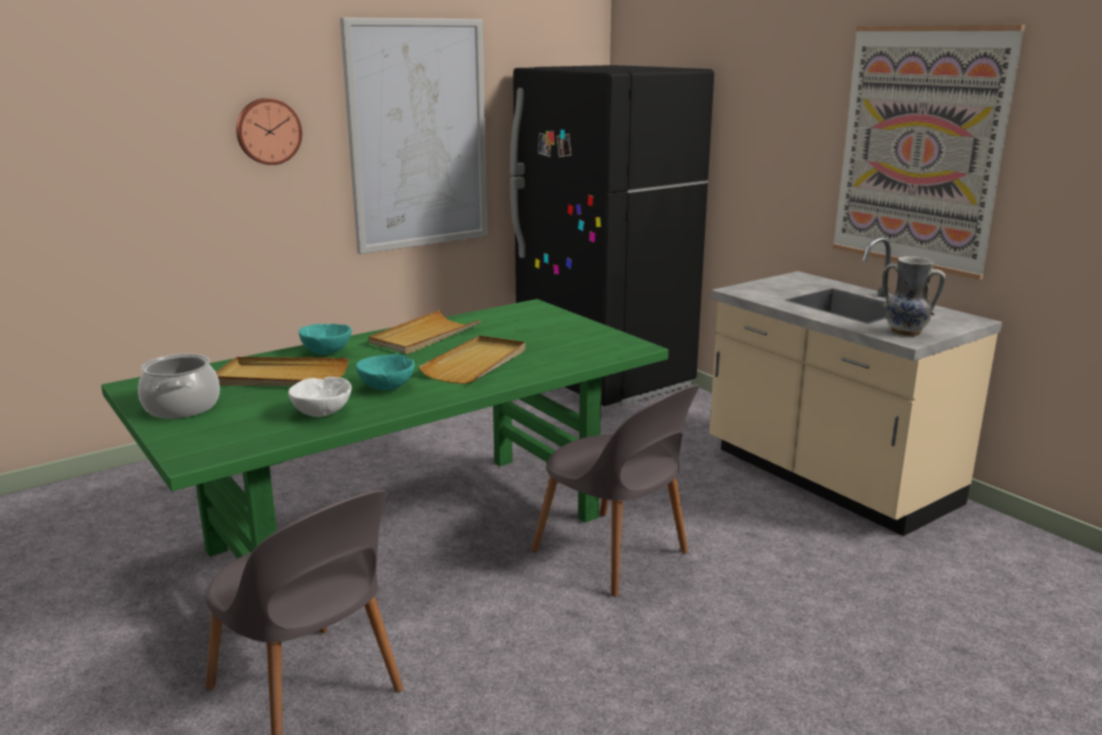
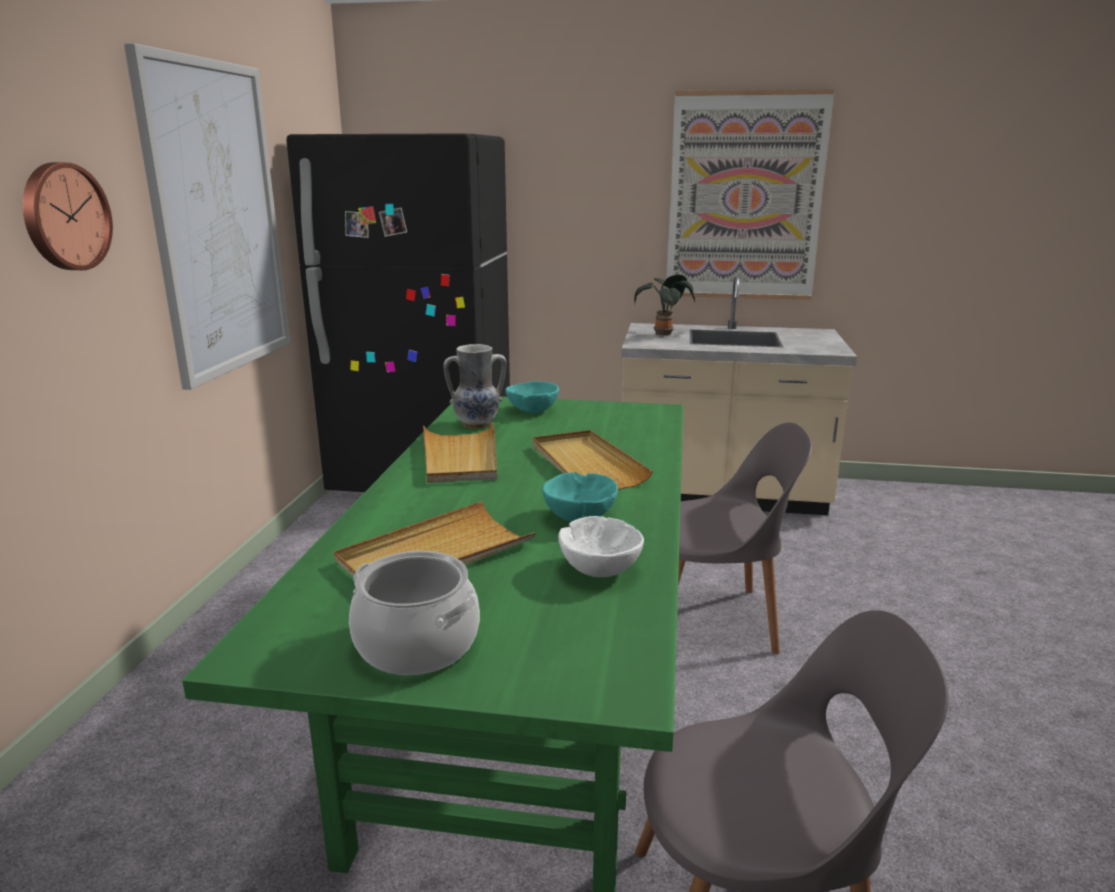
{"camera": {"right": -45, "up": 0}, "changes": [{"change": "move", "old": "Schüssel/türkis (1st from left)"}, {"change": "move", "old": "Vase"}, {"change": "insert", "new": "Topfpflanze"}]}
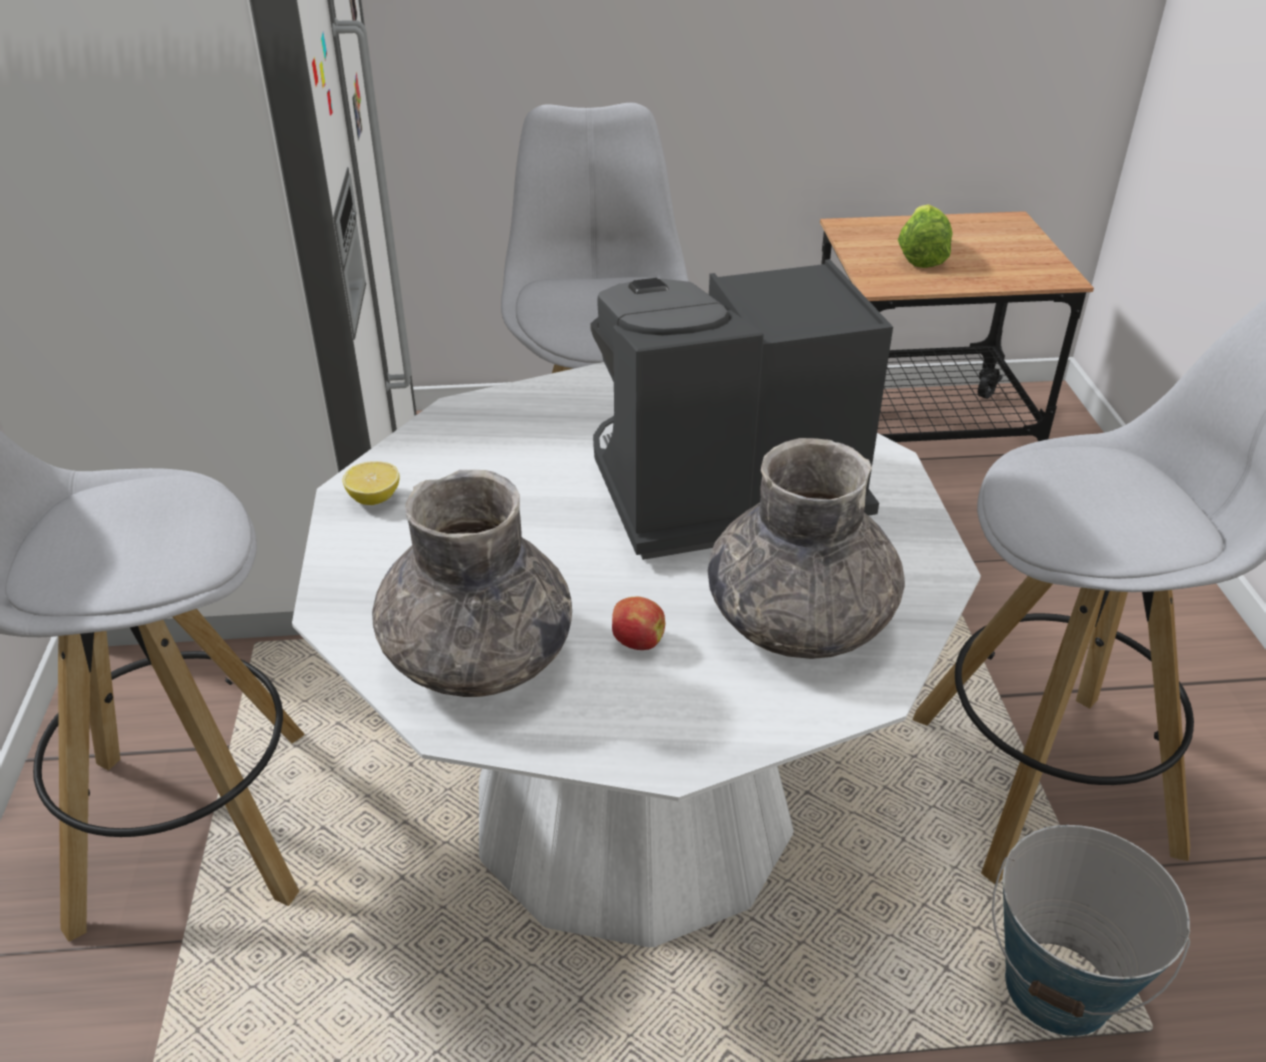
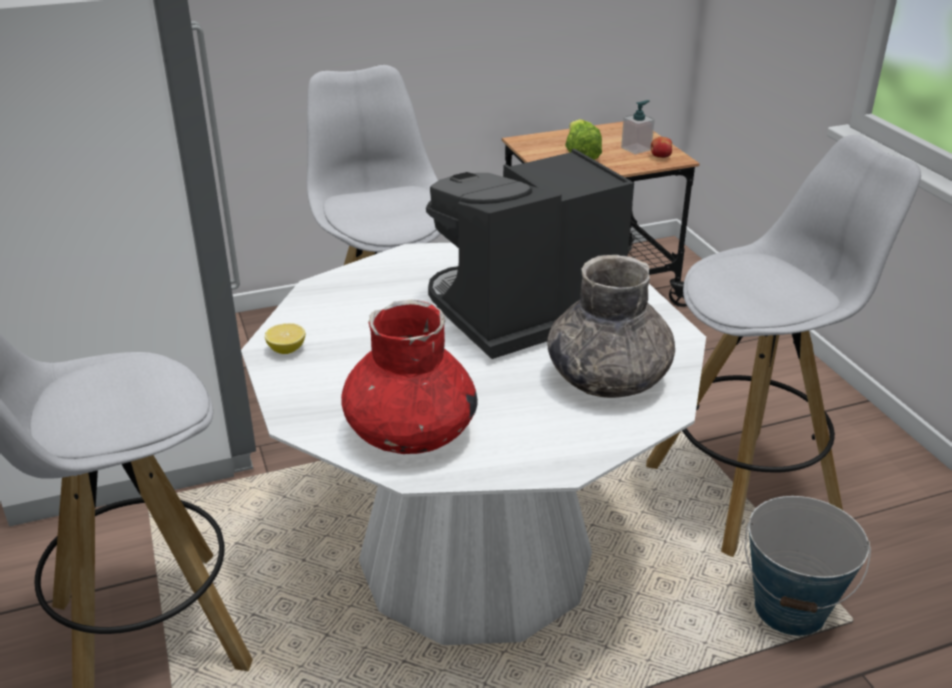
{"camera": {"right": -15, "up": -5}, "changes": [{"change": "recolor", "old": "Vase/grau (1st from left)", "new": "Vase/rot"}, {"change": "move", "old": "Apfel"}, {"change": "insert", "new": "Seifenspender"}]}
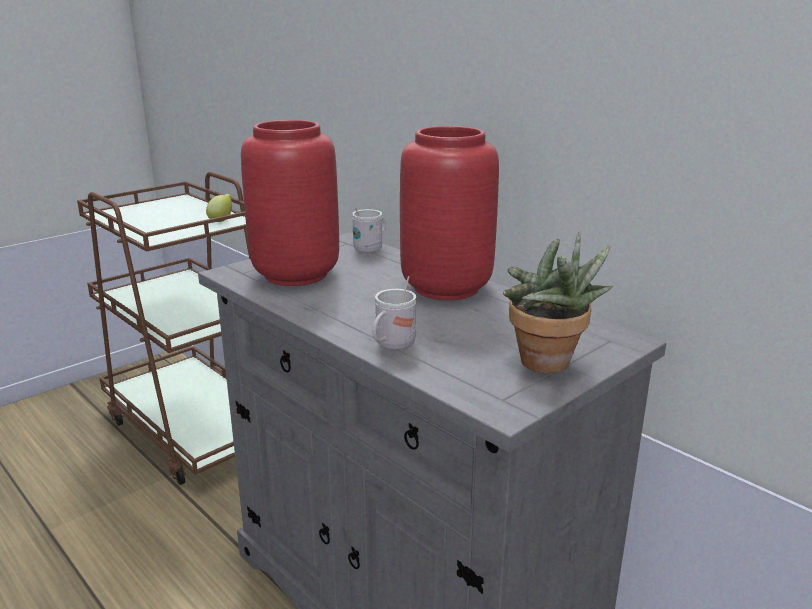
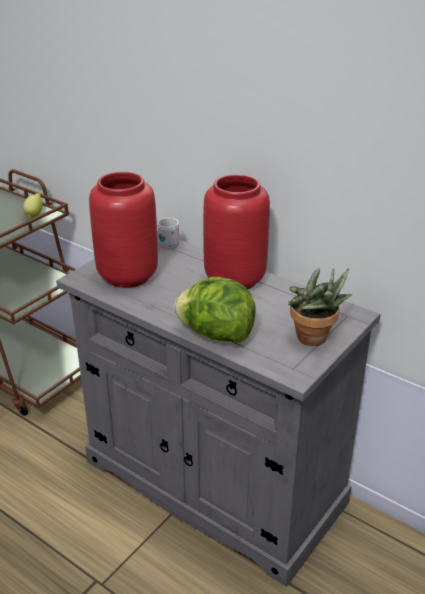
{"camera": {"right": -10, "up": 10}, "changes": [{"change": "replace", "old": "Henkelbecher/weiß (2nd from left)", "new": "Salatkopf"}]}
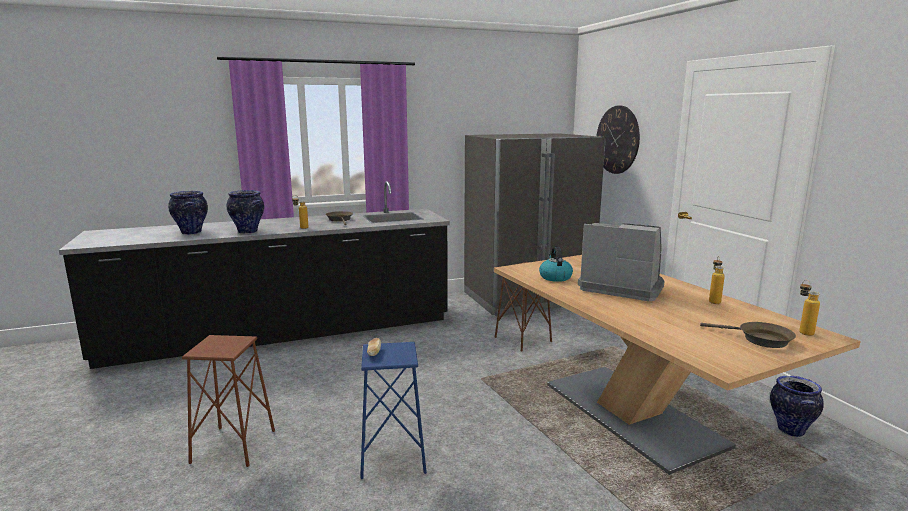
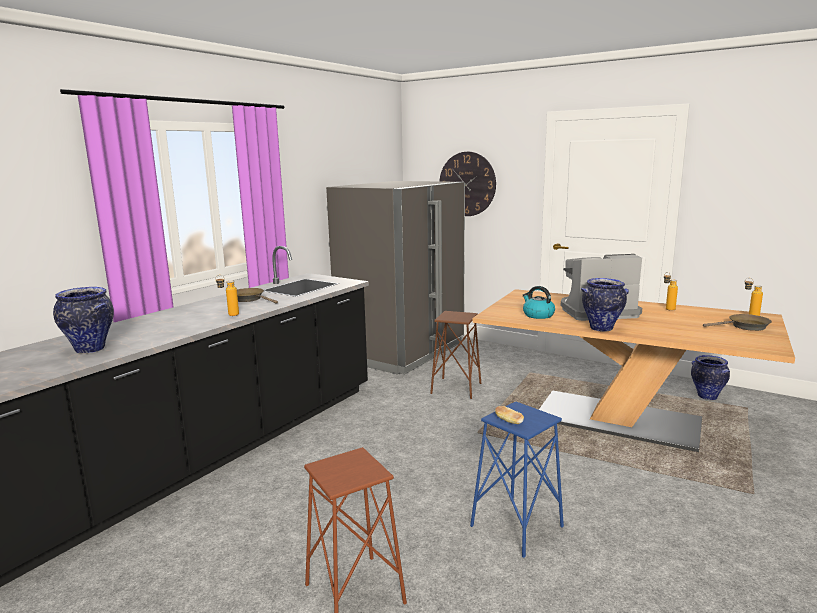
{"camera": {"right": -35, "up": 0}, "changes": [{"change": "move", "old": "Vase (2nd from left)"}]}
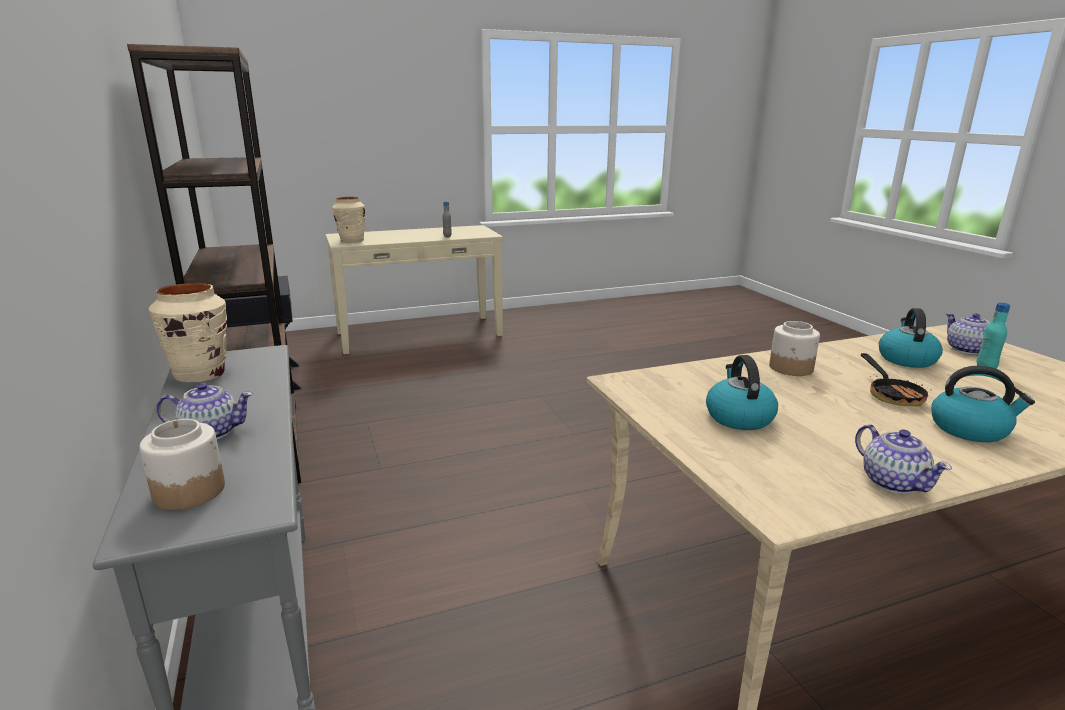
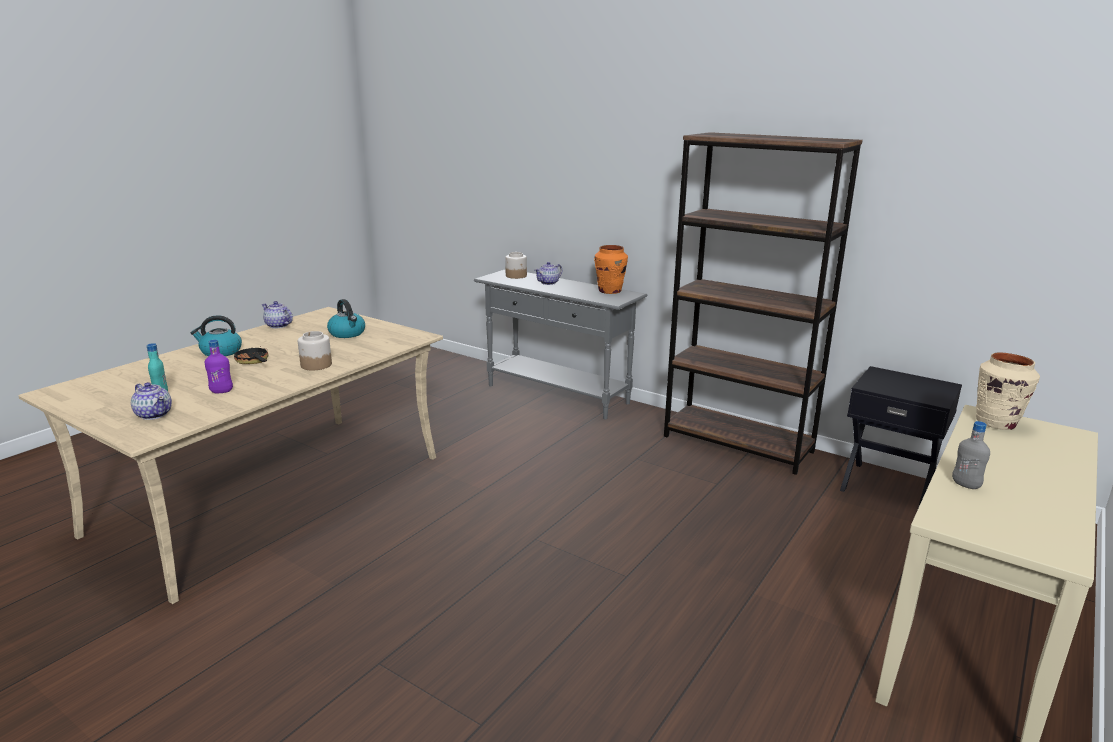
{"camera": {"right": 145, "up": 0}, "changes": [{"change": "recolor", "old": "Vase/beige (1st from left)", "new": "Vase/orange"}, {"change": "replace", "old": "Wasserkessel (2nd from left)", "new": "Flasche/lila"}]}
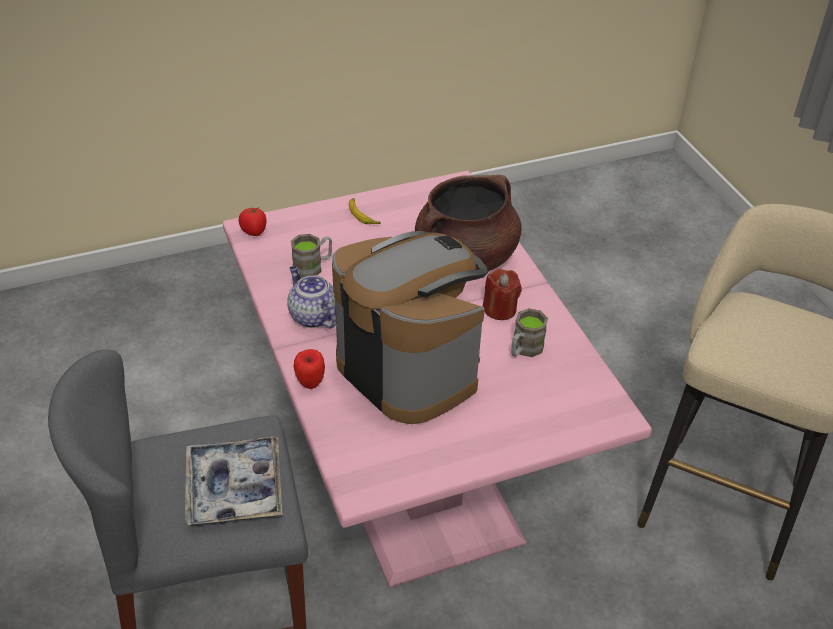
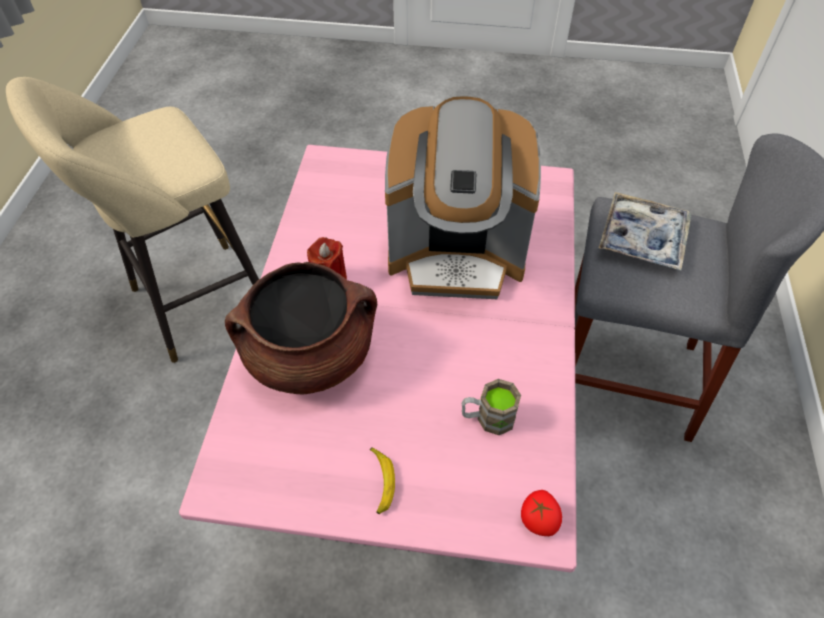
{"camera": {"right": -150, "up": 10}, "changes": [{"change": "delete", "old": "Teekanne"}, {"change": "delete", "old": "Apfel"}, {"change": "rotate", "old": "Kaffeemaschine", "degrees": -75}, {"change": "delete", "old": "Henkelbecher/braun (2nd from left)"}]}
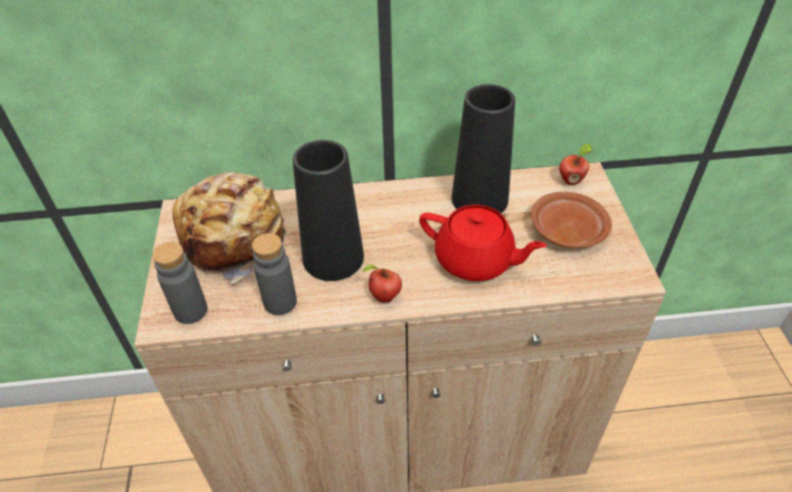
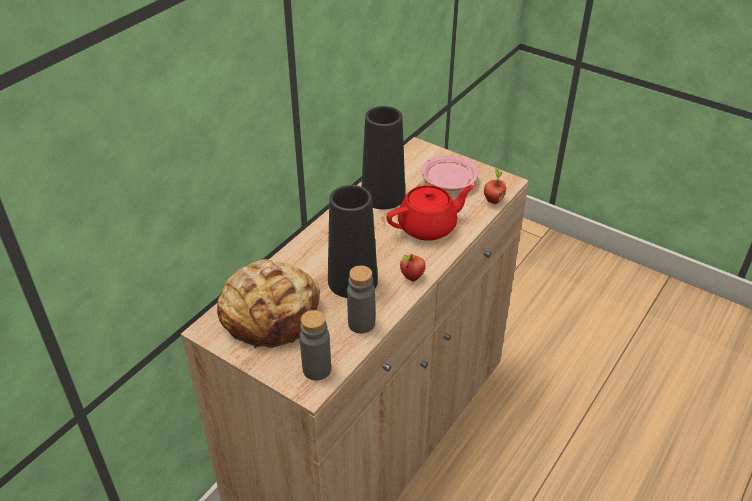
{"camera": {"right": -50, "up": -5}, "changes": [{"change": "recolor", "old": "Teller/braun", "new": "Teller/rosa"}, {"change": "move", "old": "Apfel (2nd from left)"}]}
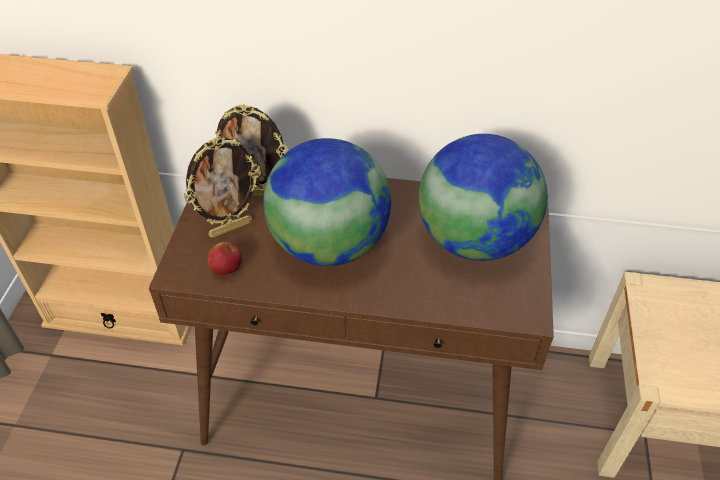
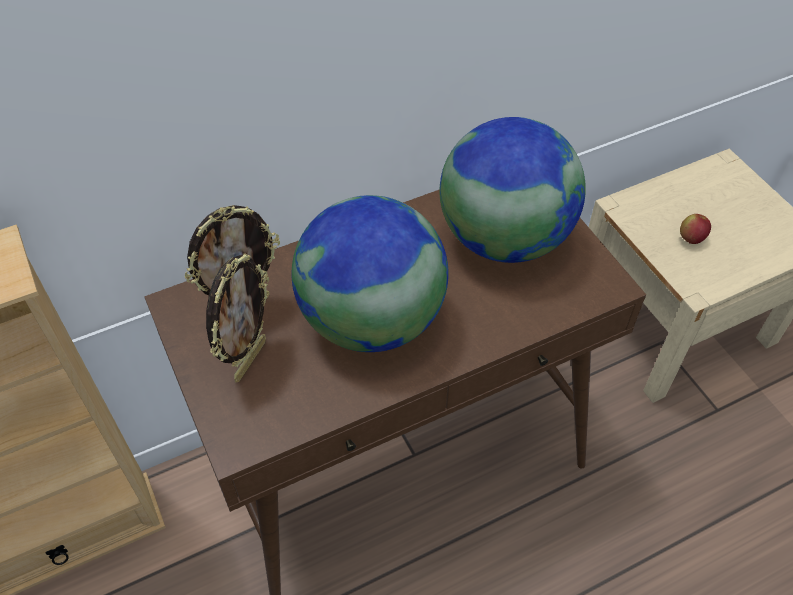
{"camera": {"right": -35, "up": 5}, "changes": [{"change": "move", "old": "Apfel"}]}
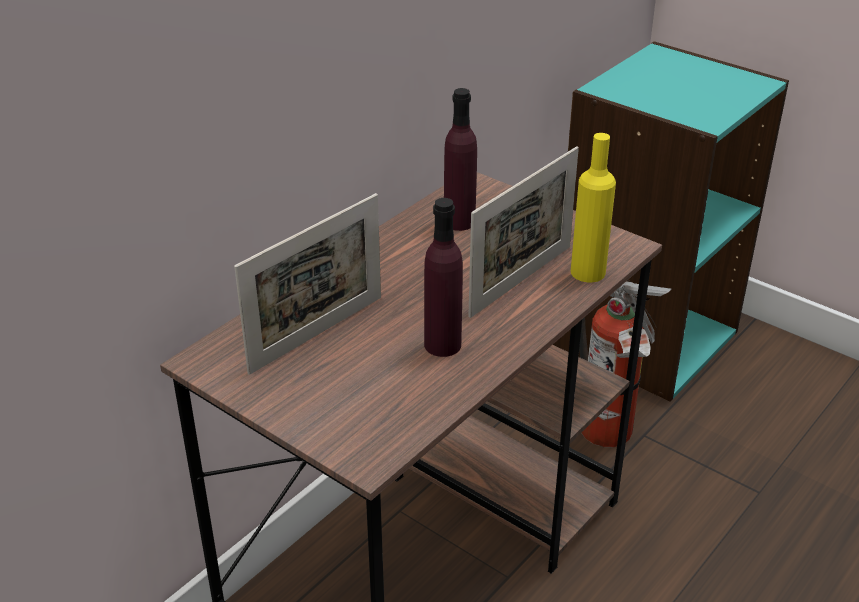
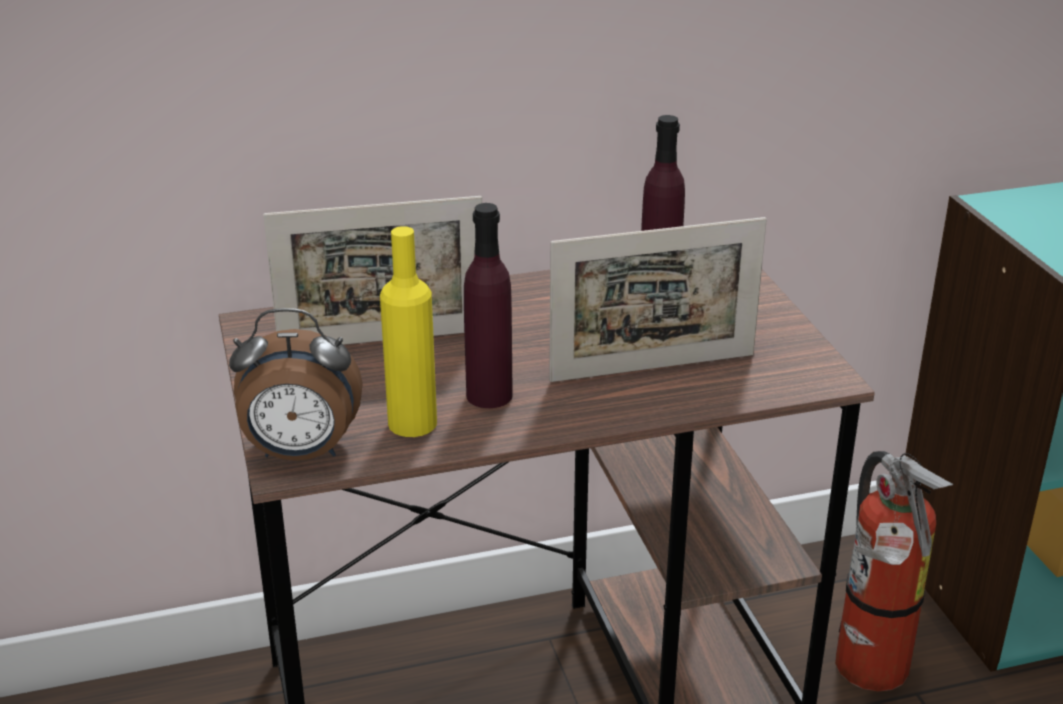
{"camera": {"right": 35, "up": -5}, "changes": [{"change": "move", "old": "Flasche/gelb"}, {"change": "insert", "new": "Wecker"}]}
